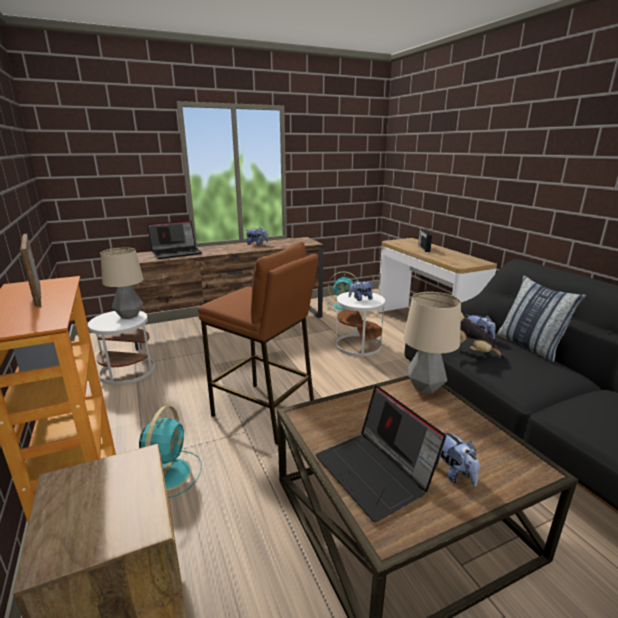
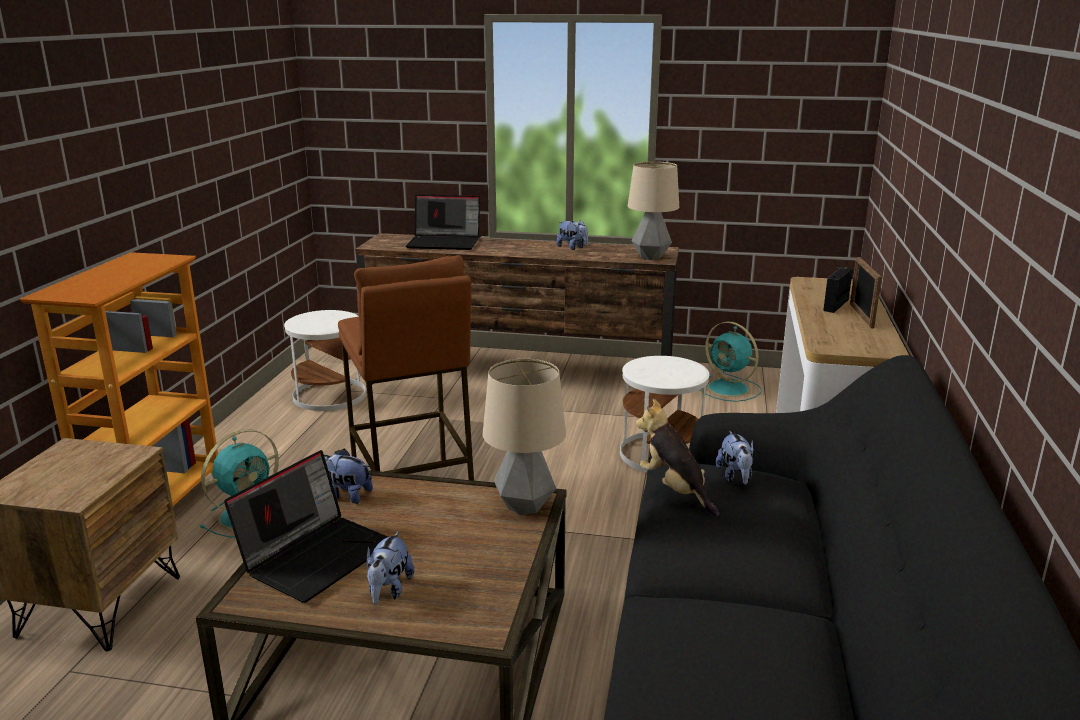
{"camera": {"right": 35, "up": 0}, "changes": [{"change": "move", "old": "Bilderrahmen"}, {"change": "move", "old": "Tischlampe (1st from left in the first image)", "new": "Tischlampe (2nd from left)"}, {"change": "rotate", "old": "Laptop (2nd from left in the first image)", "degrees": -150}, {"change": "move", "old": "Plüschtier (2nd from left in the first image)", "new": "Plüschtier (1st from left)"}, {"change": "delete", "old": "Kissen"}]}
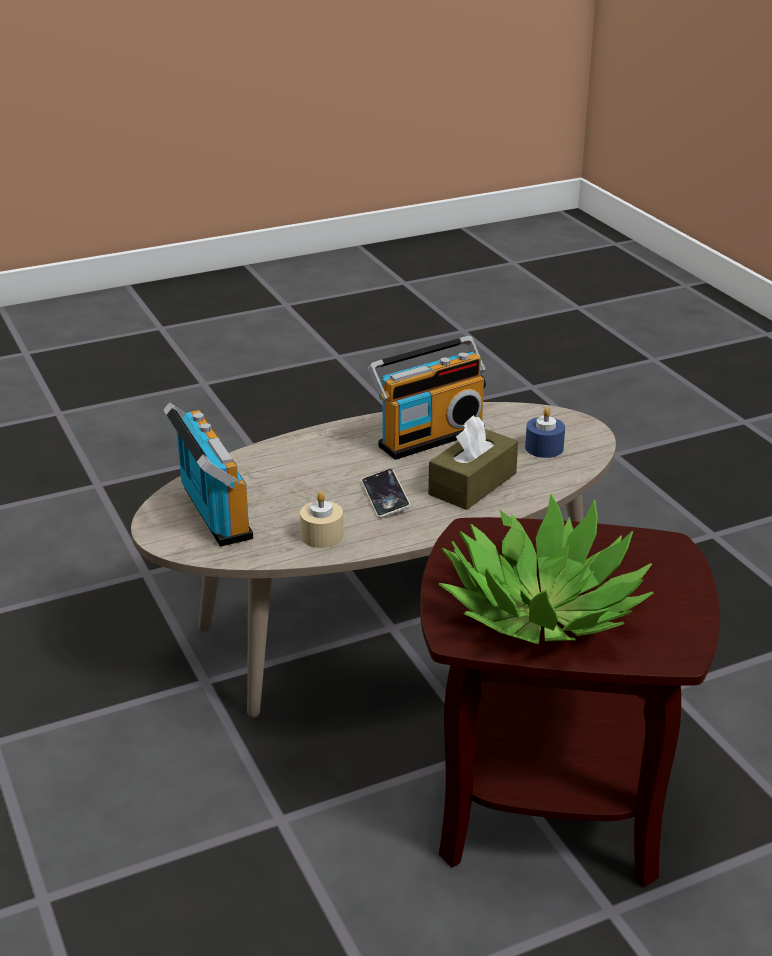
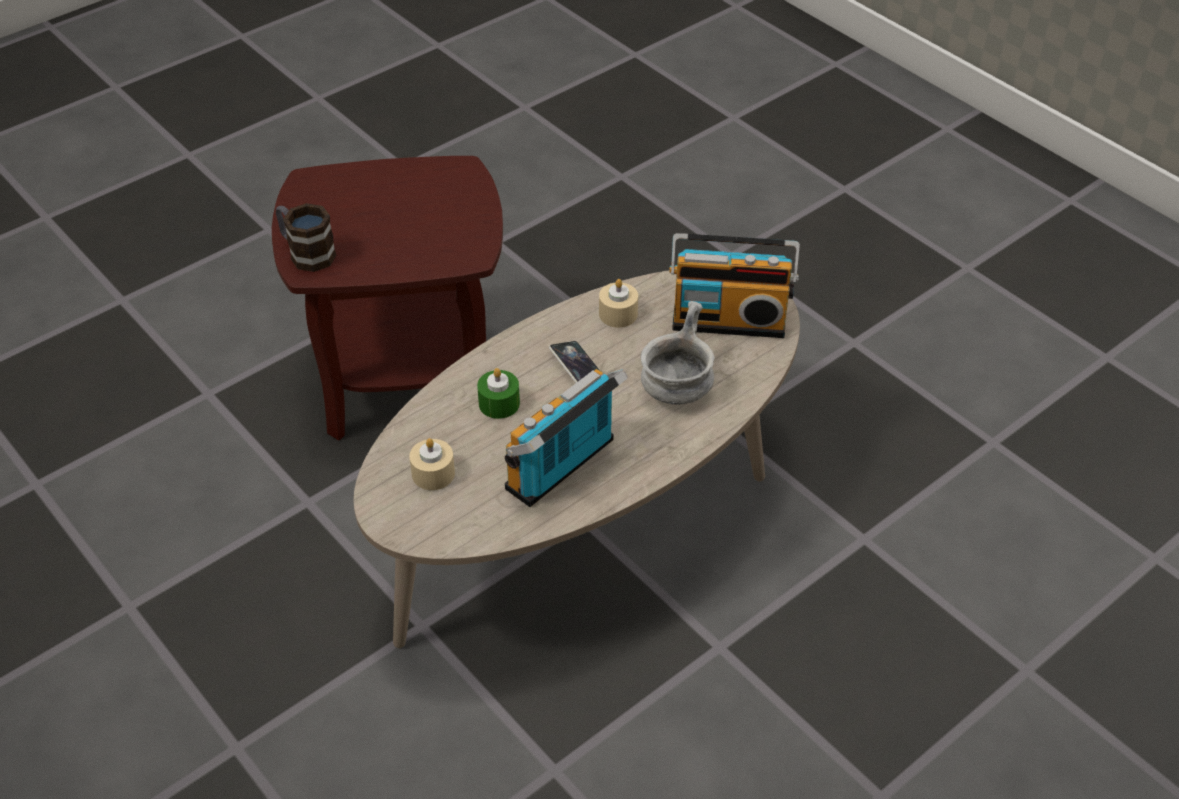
{"camera": {"right": 165, "up": 15}, "changes": [{"change": "rotate", "old": "Radio (1st from left in the first image)", "degrees": -45}, {"change": "replace", "old": "Taschentuchbox/braun", "new": "Kerze/grün"}, {"change": "delete", "old": "Topfpflanze"}, {"change": "recolor", "old": "Kerze/blau", "new": "Kerze/beige (1st from left)"}, {"change": "insert", "new": "Henkelbecher"}, {"change": "insert", "new": "Schüssel/grau"}]}
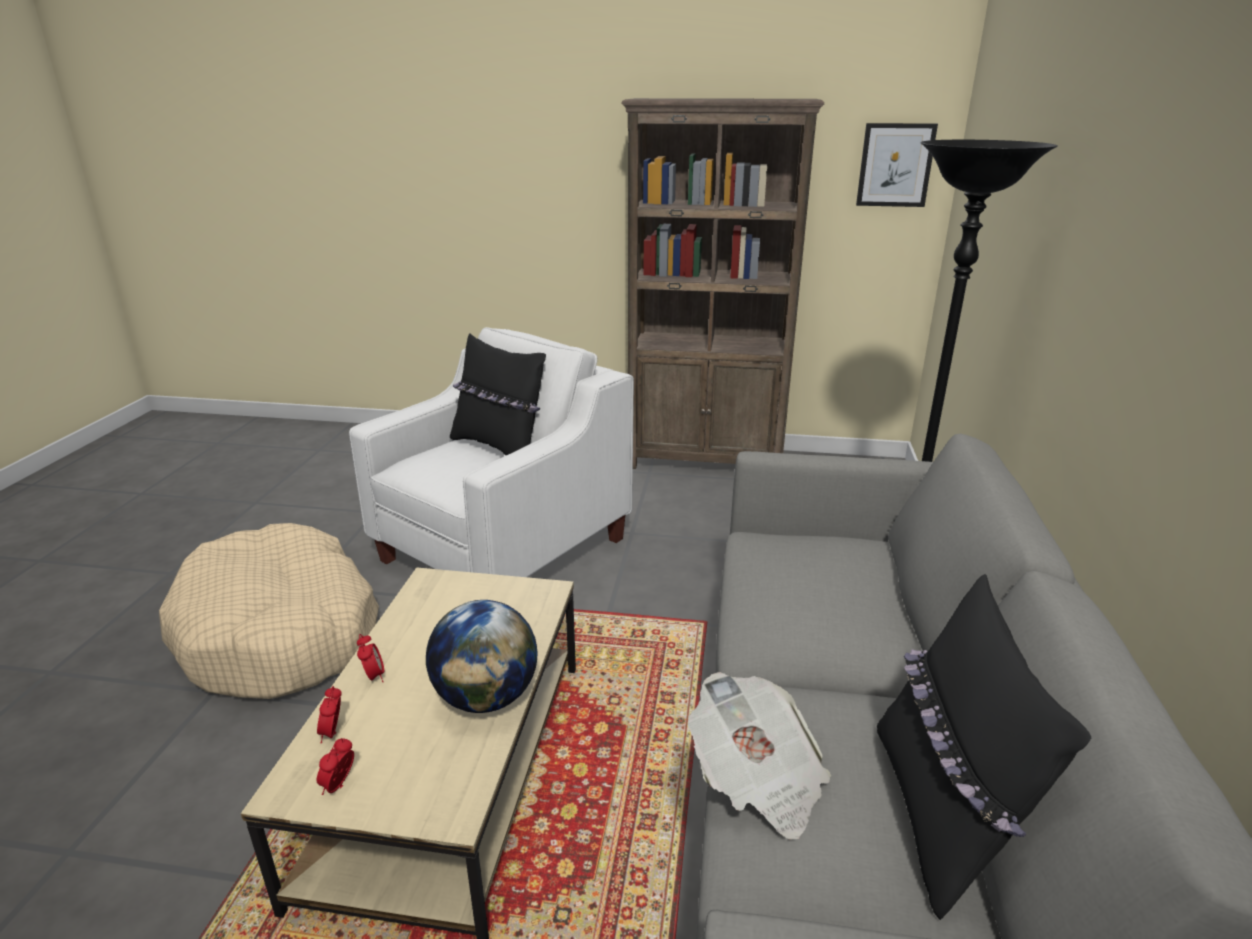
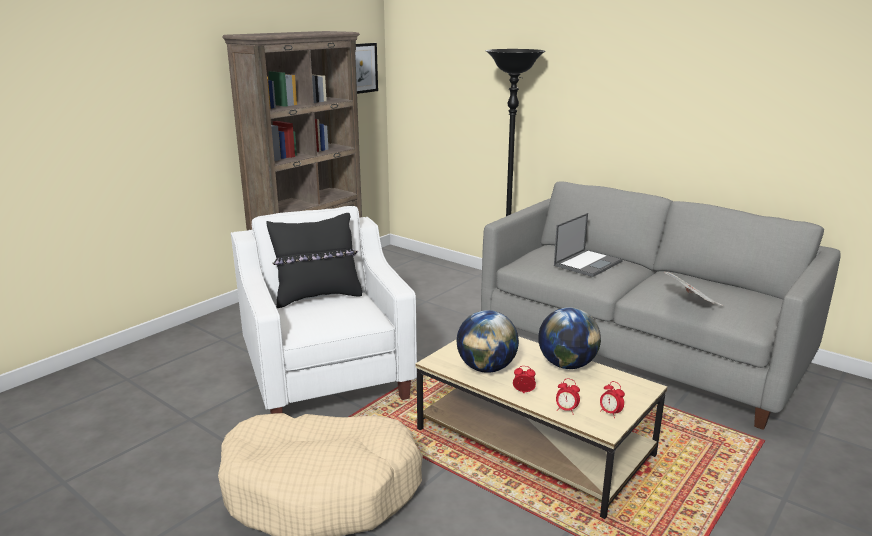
{"camera": {"right": -60, "up": -5}, "changes": [{"change": "delete", "old": "Kissen/schwarz (2nd from left)"}, {"change": "insert", "new": "Globus (1st from left)"}, {"change": "insert", "new": "Laptop"}]}
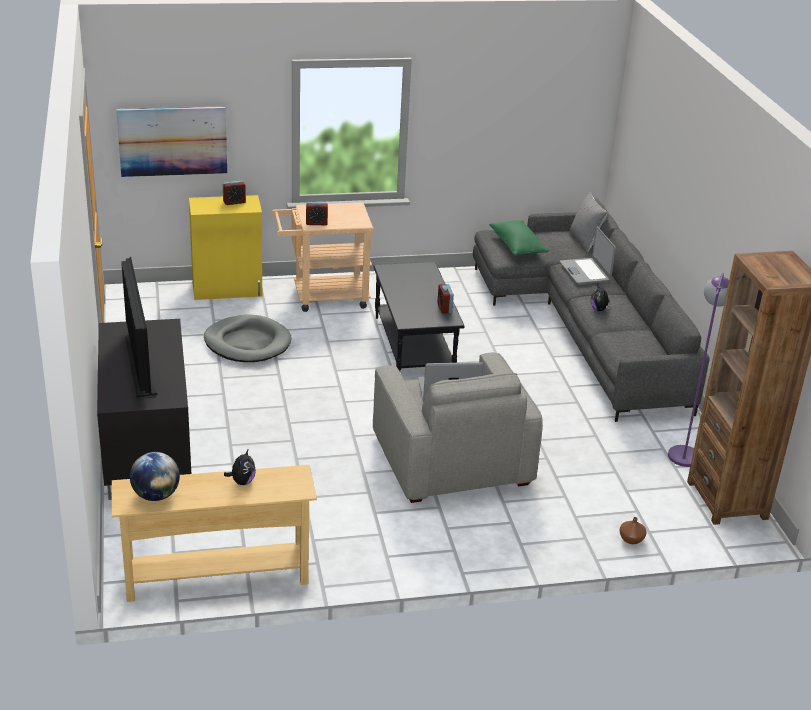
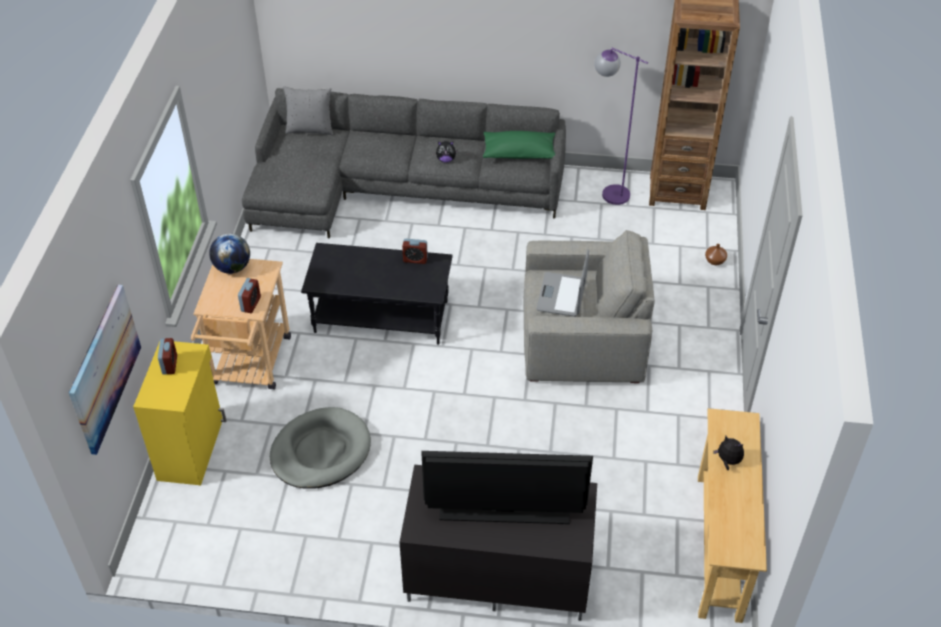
{"camera": {"right": -70, "up": 15}, "changes": [{"change": "move", "old": "Globus"}, {"change": "move", "old": "Kissen/grün"}, {"change": "delete", "old": "Laptop (2nd from left)"}]}
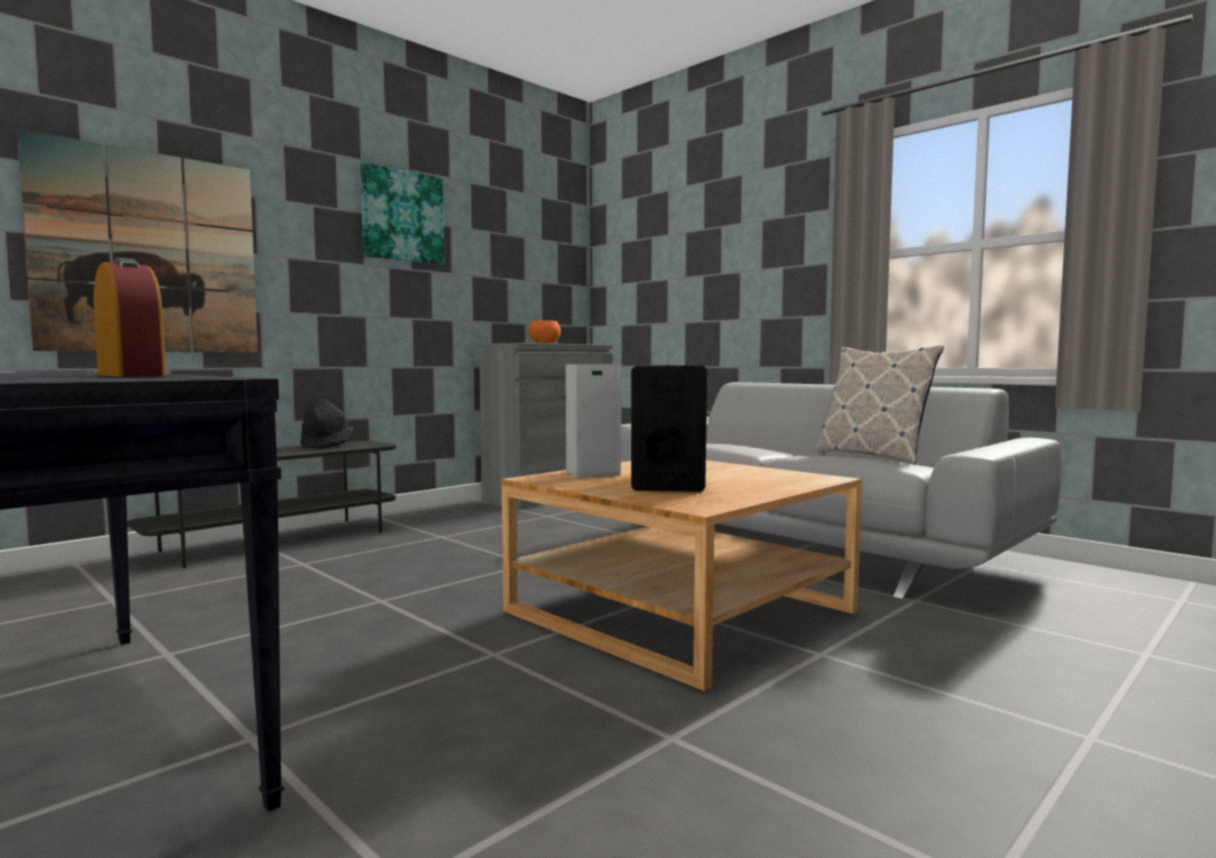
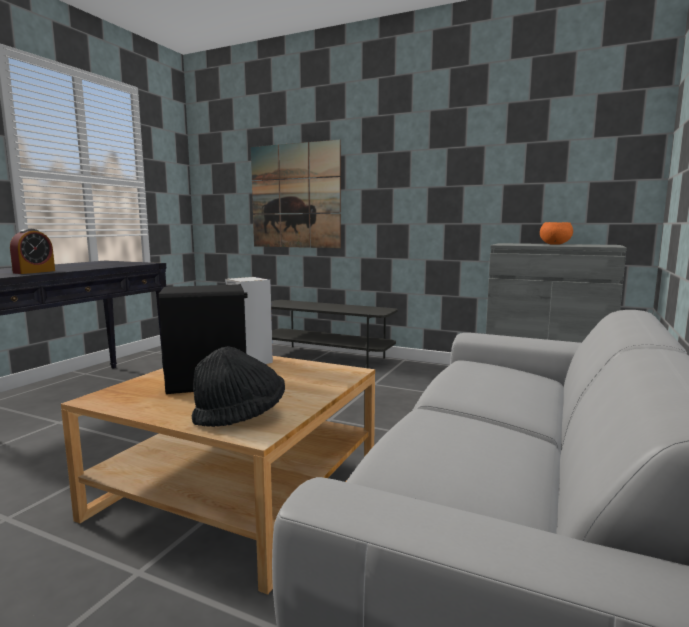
{"camera": {"right": 70, "up": 5}, "changes": [{"change": "move", "old": "Hut/schwarz"}, {"change": "delete", "old": "Bild (2nd from left)"}, {"change": "delete", "old": "Kissen"}]}
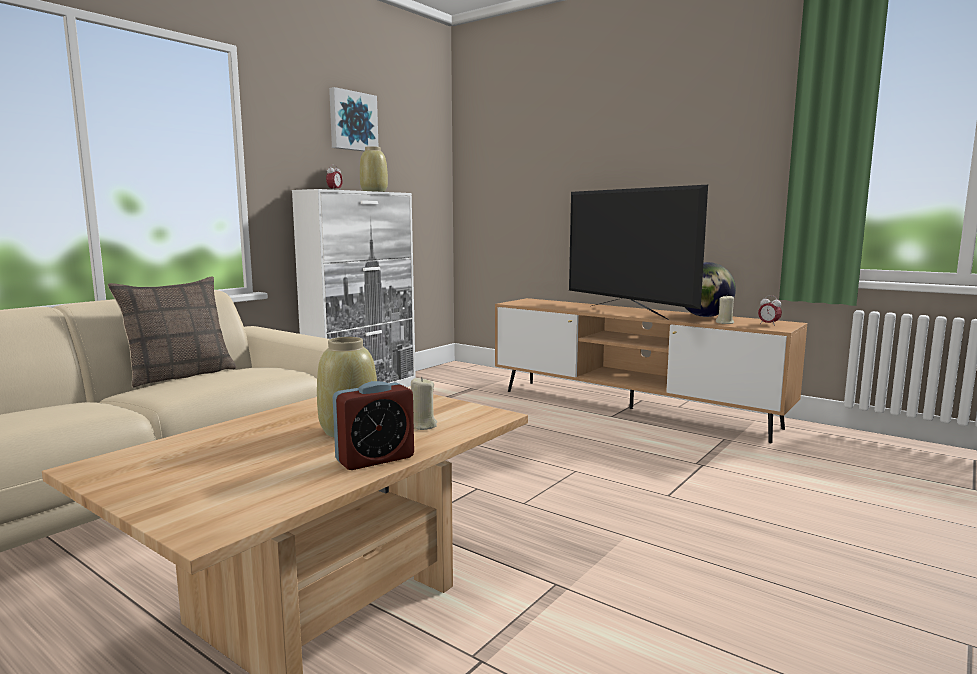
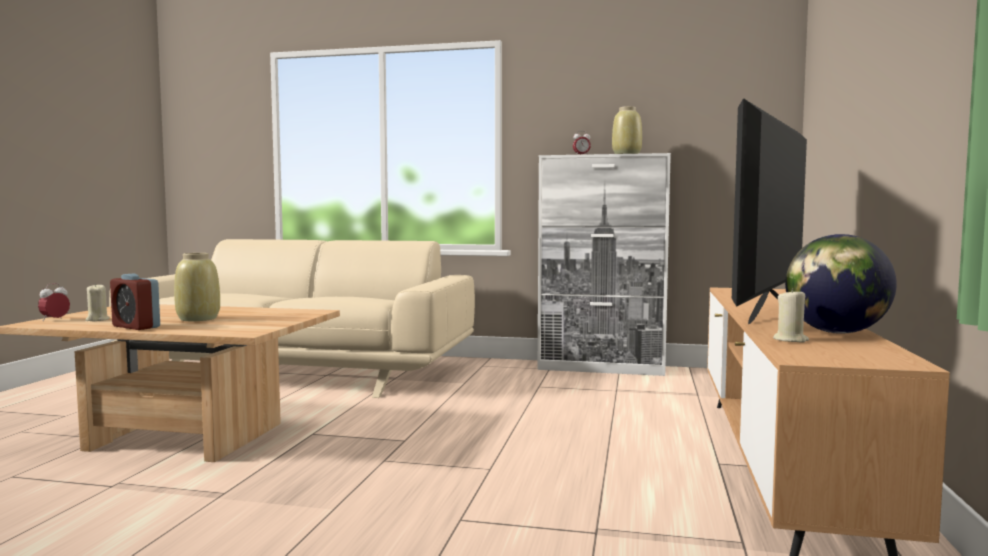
{"camera": {"right": 65, "up": -5}, "changes": [{"change": "delete", "old": "Kissen"}, {"change": "delete", "old": "Bild"}, {"change": "move", "old": "Kerze/beige (1st from left)"}, {"change": "move", "old": "Wecker (3rd from left in the first image)", "new": "Wecker (1st from left)"}]}
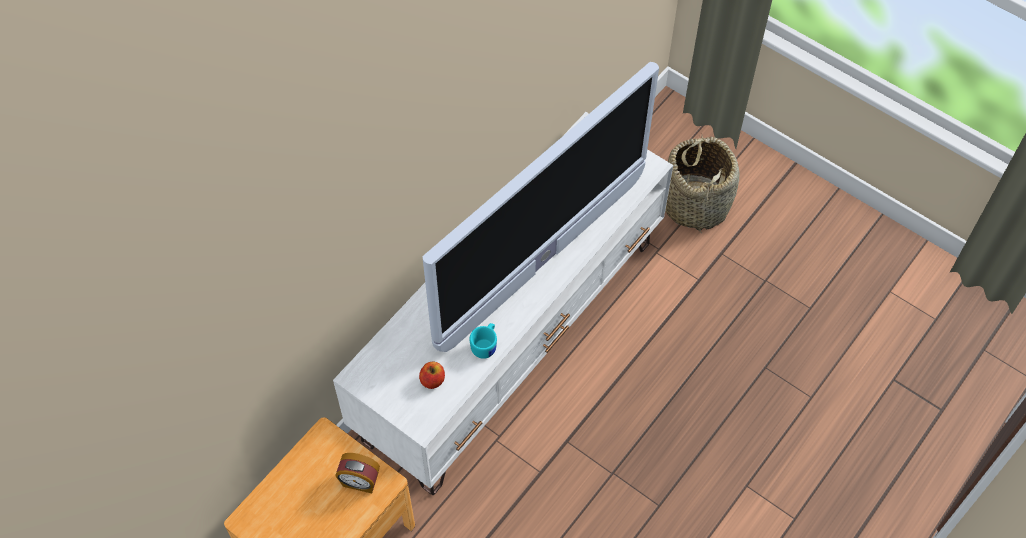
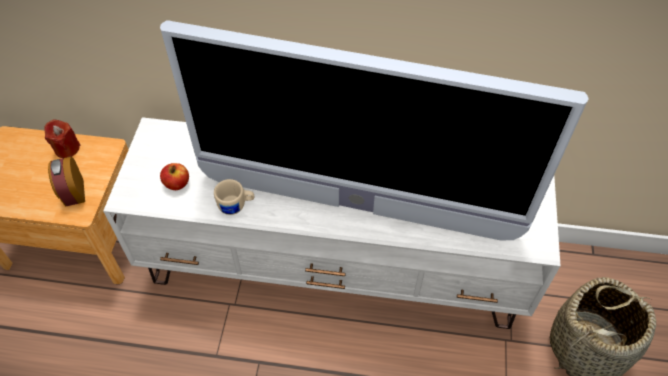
{"camera": {"right": 60, "up": -5}, "changes": [{"change": "recolor", "old": "Henkelbecher/türkis", "new": "Henkelbecher/beige"}, {"change": "insert", "new": "Kerze/rot"}]}
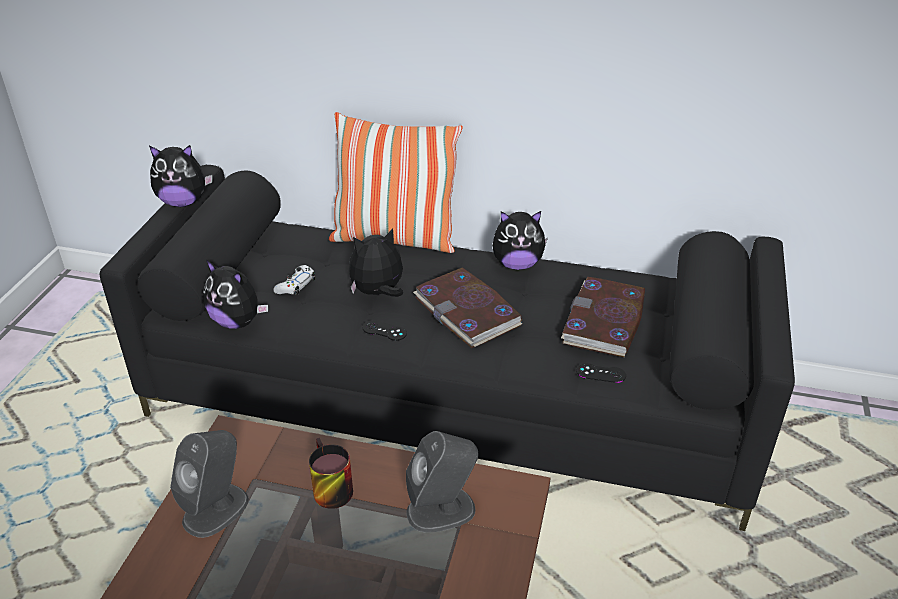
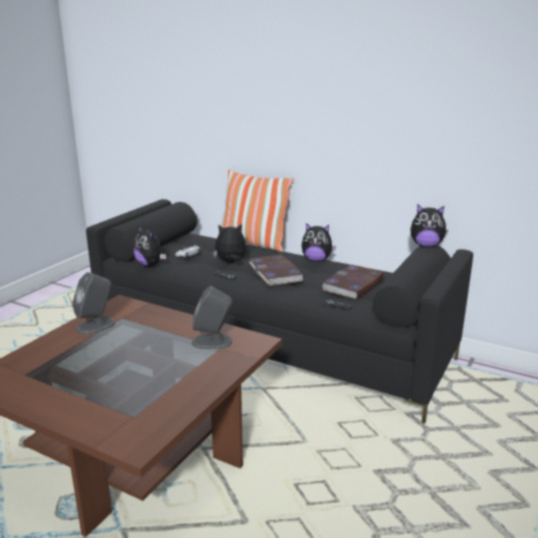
{"camera": {"right": 15, "up": -15}, "changes": [{"change": "move", "old": "Plüschtier (1st from left in the first image)", "new": "Plüschtier (4th from left)"}, {"change": "delete", "old": "Henkelbecher"}]}
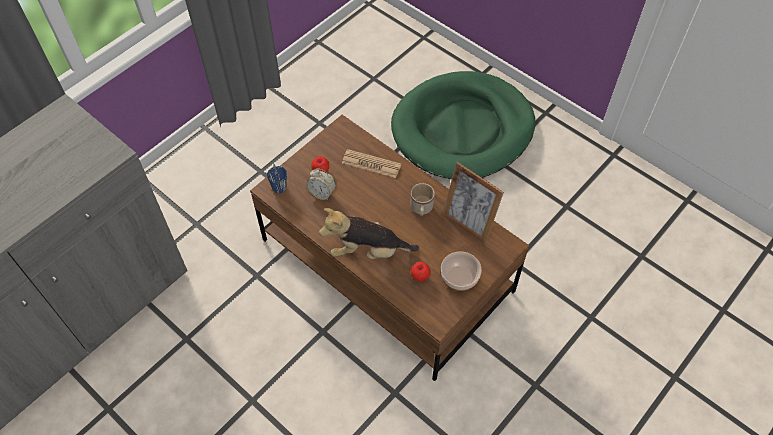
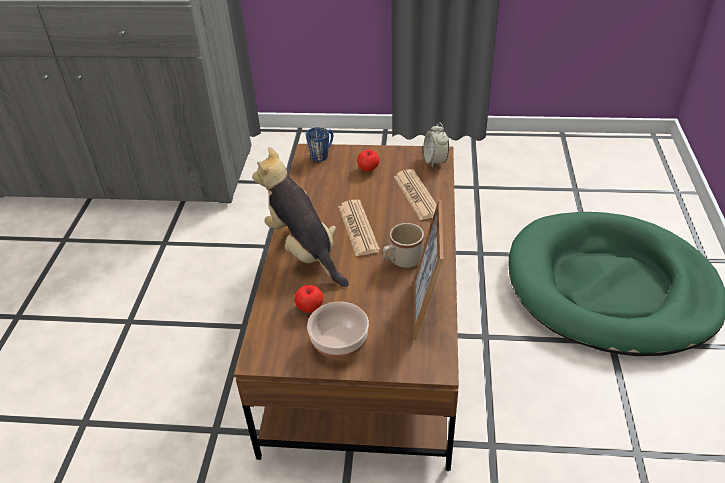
{"camera": {"right": 55, "up": -15}, "changes": [{"change": "move", "old": "Wecker"}, {"change": "insert", "new": "Zeitung (1st from left)"}]}
